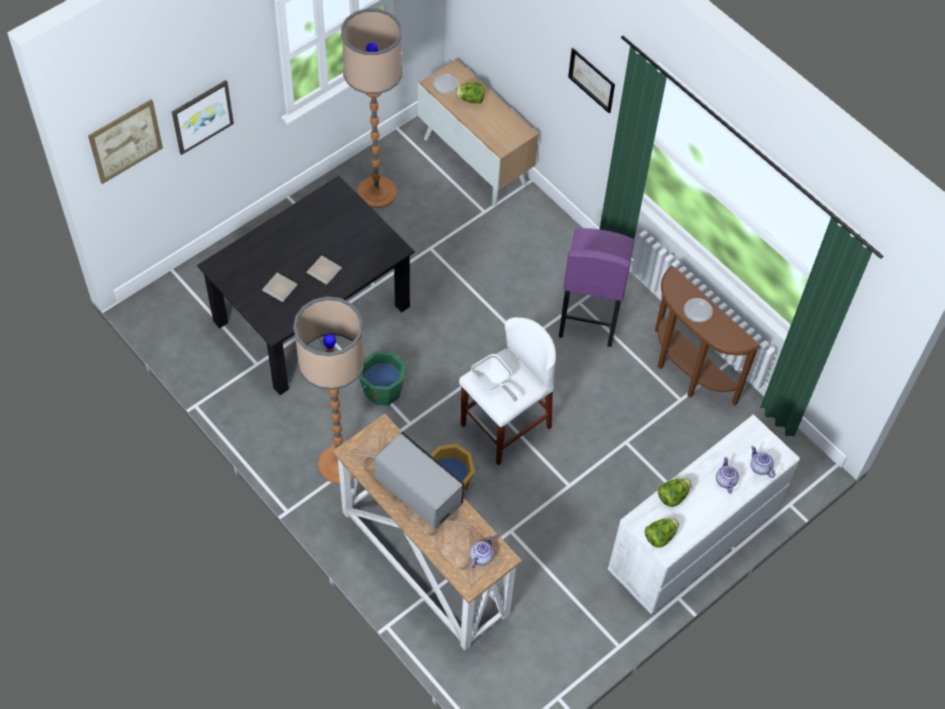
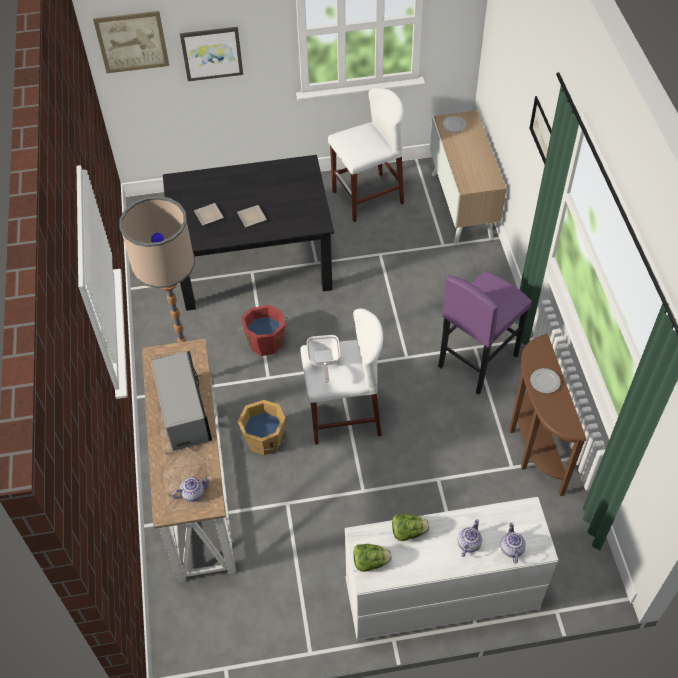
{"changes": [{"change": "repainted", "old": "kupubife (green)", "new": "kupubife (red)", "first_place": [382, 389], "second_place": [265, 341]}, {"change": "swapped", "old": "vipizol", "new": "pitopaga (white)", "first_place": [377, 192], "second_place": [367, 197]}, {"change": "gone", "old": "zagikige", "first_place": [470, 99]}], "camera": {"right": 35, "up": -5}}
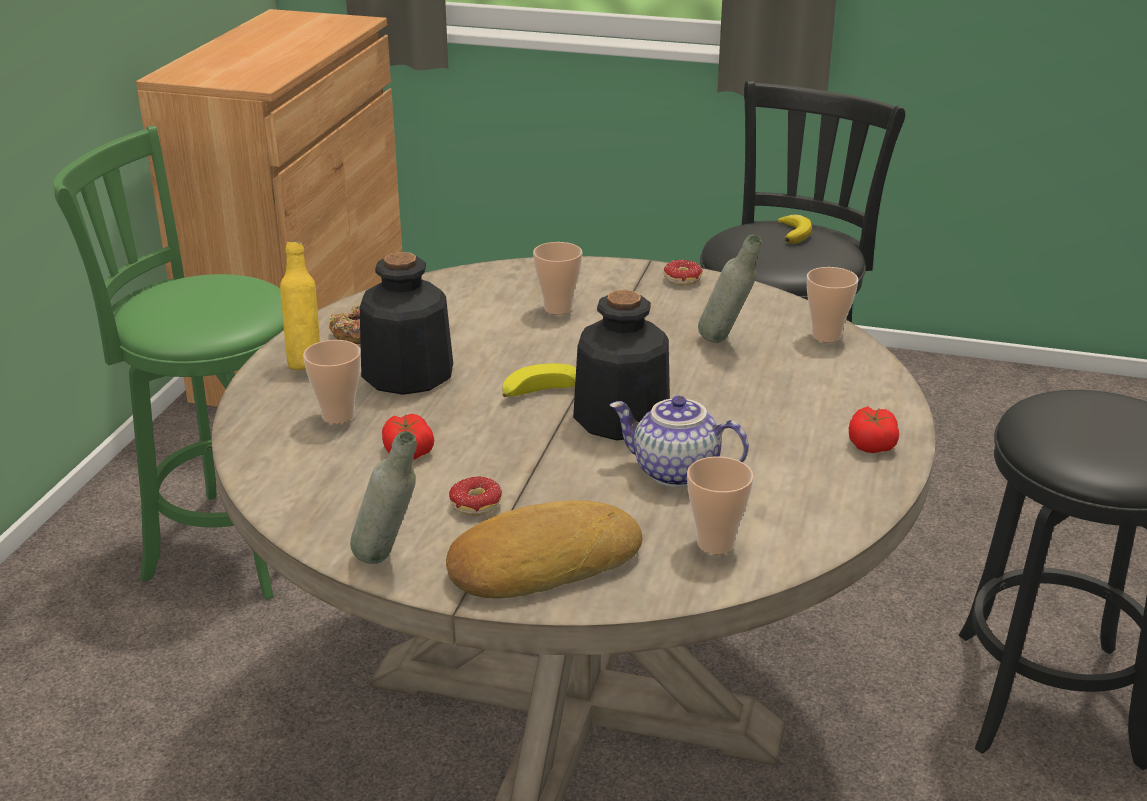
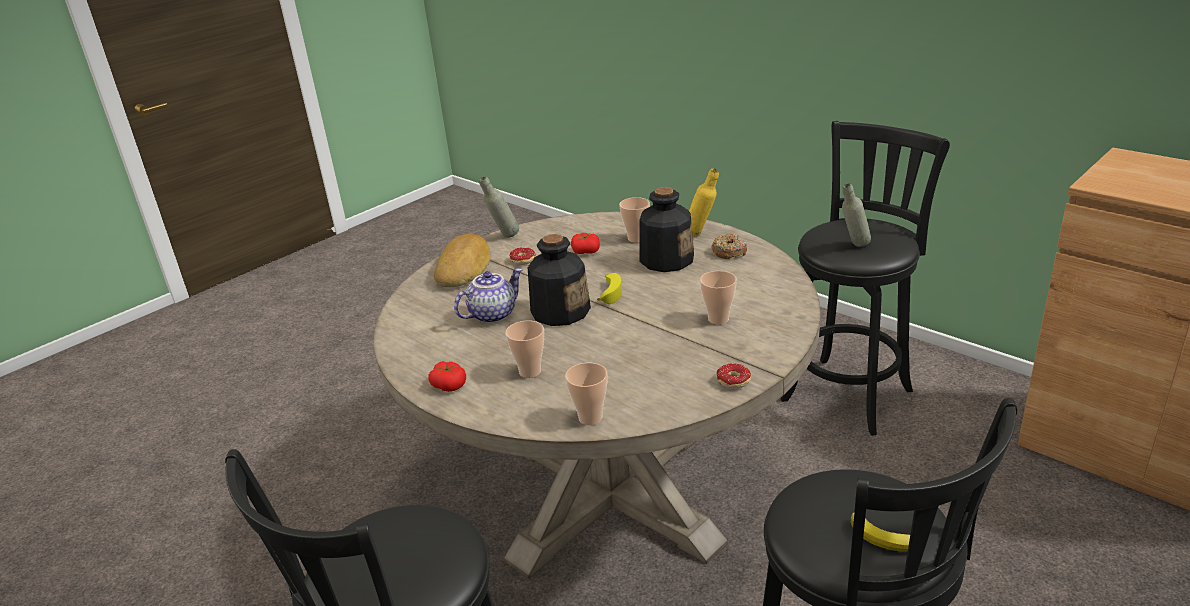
{"changes": [{"change": "shifted", "old": "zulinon", "first_place": [715, 543], "second_place": [530, 372]}, {"change": "repainted", "old": "pitopaga (green)", "new": "pitopaga (black)", "first_place": [227, 542], "second_place": [850, 392]}, {"change": "shifted", "old": "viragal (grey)", "first_place": [726, 342], "second_place": [853, 247]}], "camera": {"right": 120, "up": 0}}
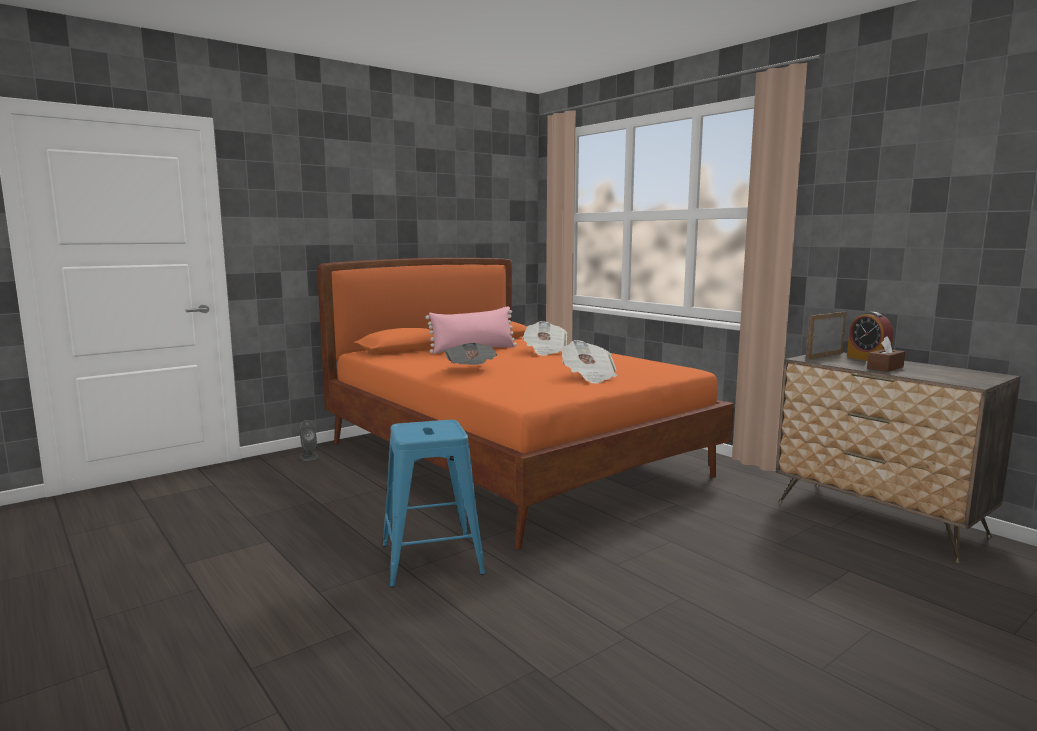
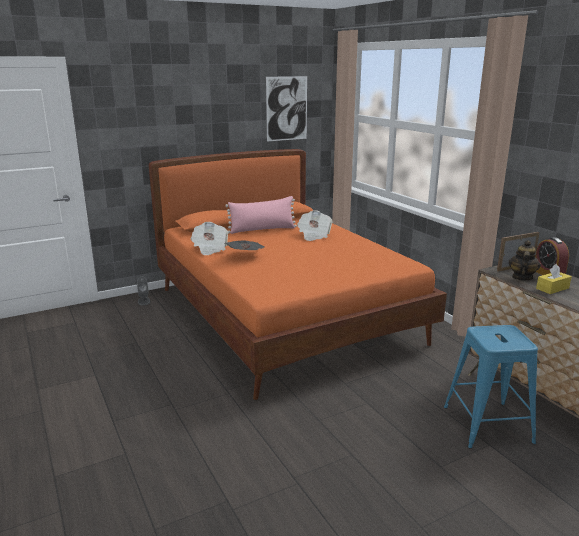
{"changes": [{"change": "shifted", "old": "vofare", "first_place": [588, 377], "second_place": [210, 248]}, {"change": "new", "new": "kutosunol", "second_place": [287, 108]}, {"change": "shifted", "old": "pitopaga (blue)", "first_place": [431, 559], "second_place": [486, 424]}, {"change": "new", "new": "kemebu", "second_place": [521, 277]}, {"change": "repainted", "old": "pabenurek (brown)", "new": "pabenurek (yellow)", "first_place": [885, 368], "second_place": [552, 288]}], "camera": {"right": 10, "up": 10}}
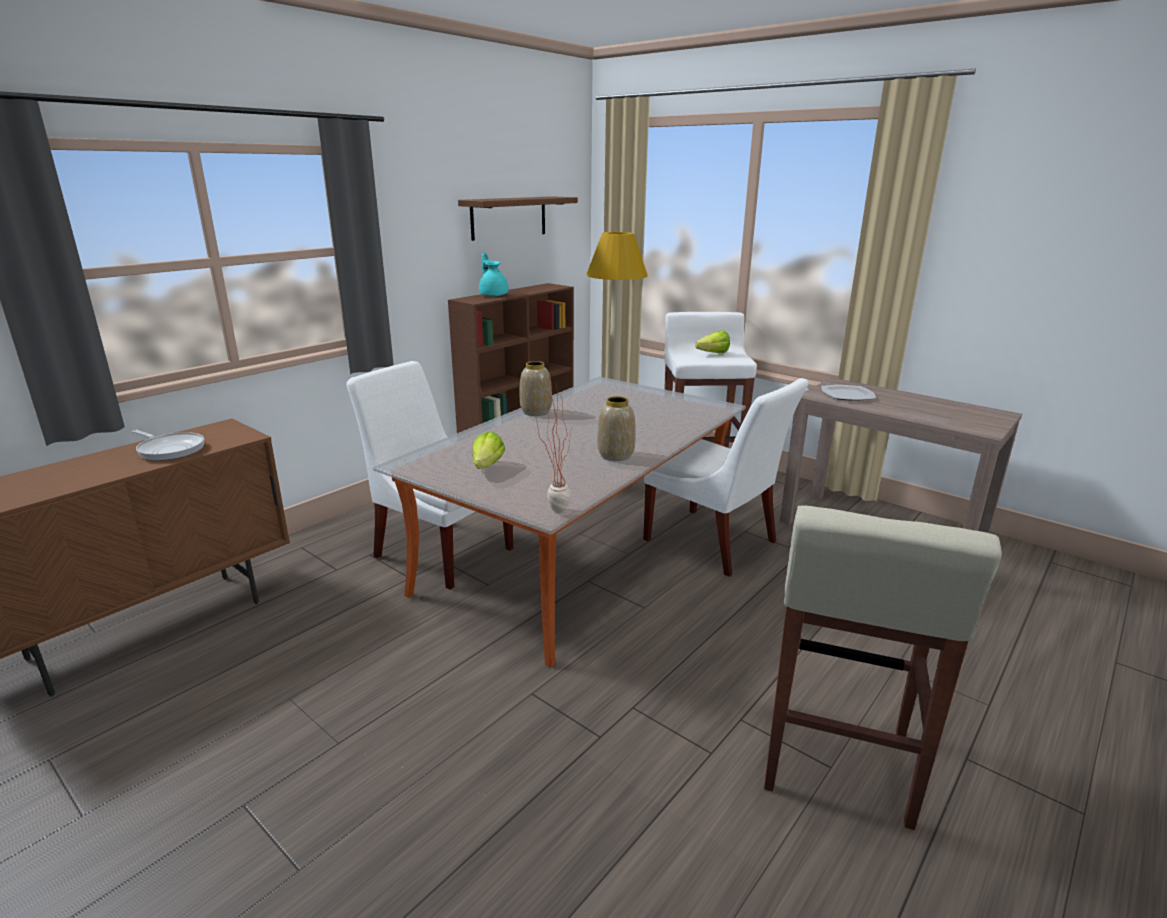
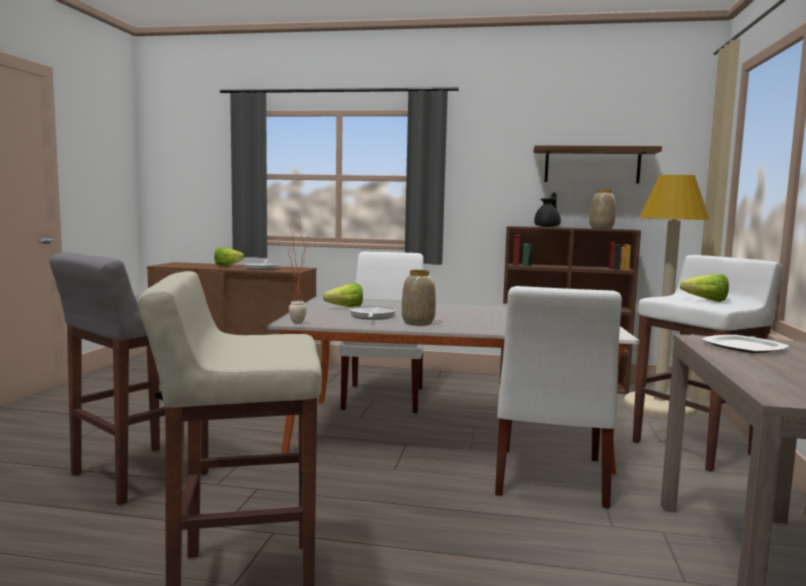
{"changes": [{"change": "new", "new": "pitopaga (grey)", "second_place": [137, 475]}, {"change": "new", "new": "zagikige", "second_place": [230, 265]}, {"change": "new", "new": "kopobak", "second_place": [372, 316]}, {"change": "repainted", "old": "kemebu (turquoise)", "new": "kemebu (black)", "first_place": [493, 295], "second_place": [548, 227]}, {"change": "shifted", "old": "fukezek", "first_place": [536, 412], "second_place": [601, 228]}], "camera": {"right": 60, "up": -15}}
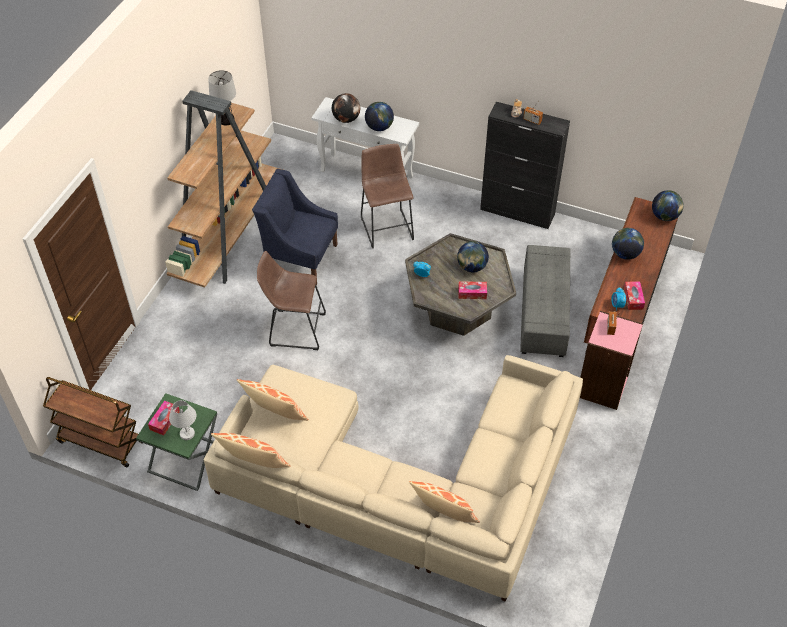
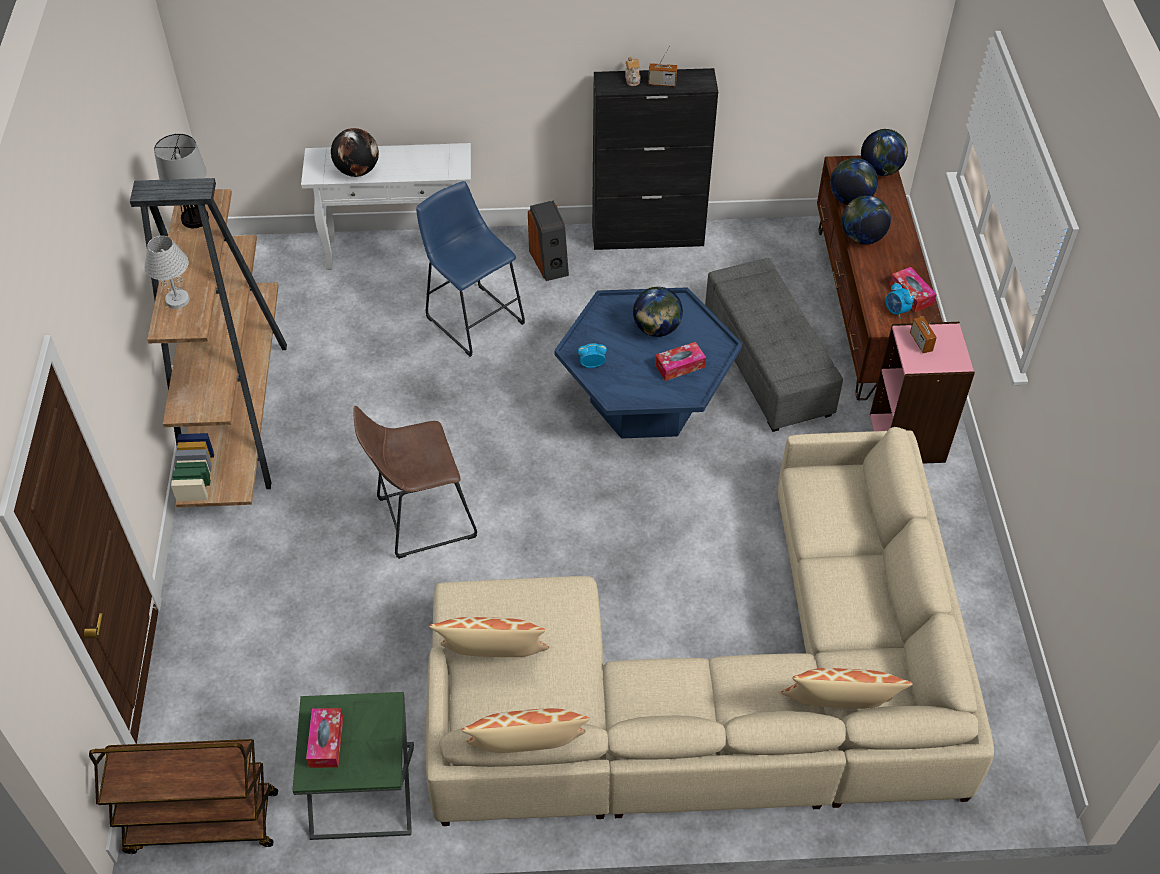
{"changes": [{"change": "shifted", "old": "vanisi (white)", "first_place": [187, 433], "second_place": [177, 300]}, {"change": "repainted", "old": "pitopaga (brown)", "new": "pitopaga (blue)", "first_place": [386, 225], "second_place": [472, 317]}, {"change": "new", "new": "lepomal", "second_place": [550, 262]}, {"change": "repainted", "old": "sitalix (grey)", "new": "sitalix (blue)", "first_place": [457, 308], "second_place": [645, 400]}, {"change": "shifted", "old": "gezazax", "first_place": [379, 127], "second_place": [850, 200]}, {"change": "gone", "old": "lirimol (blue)", "first_place": [300, 257]}], "camera": {"right": -25, "up": 0}}
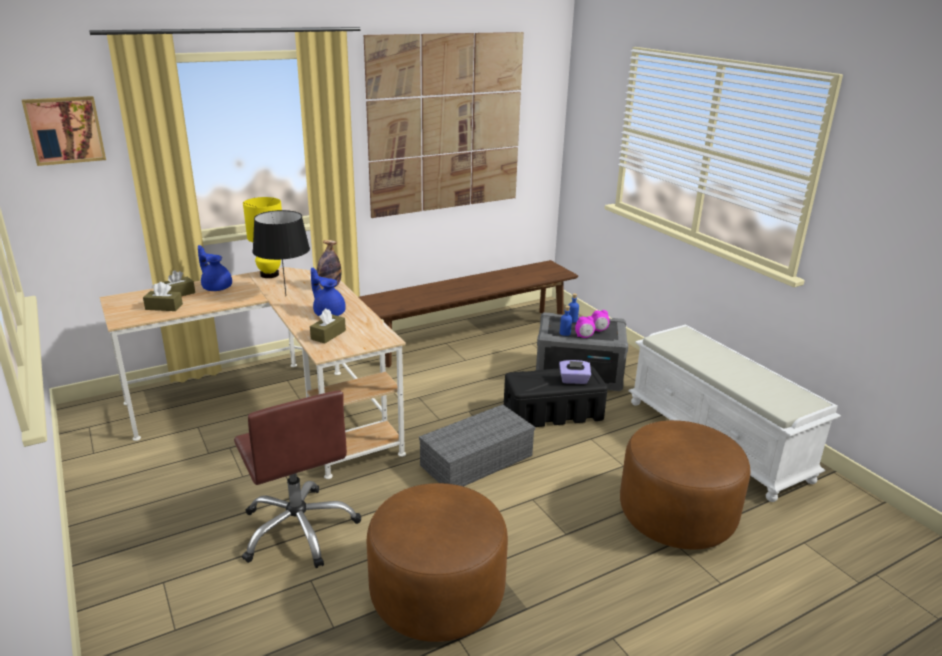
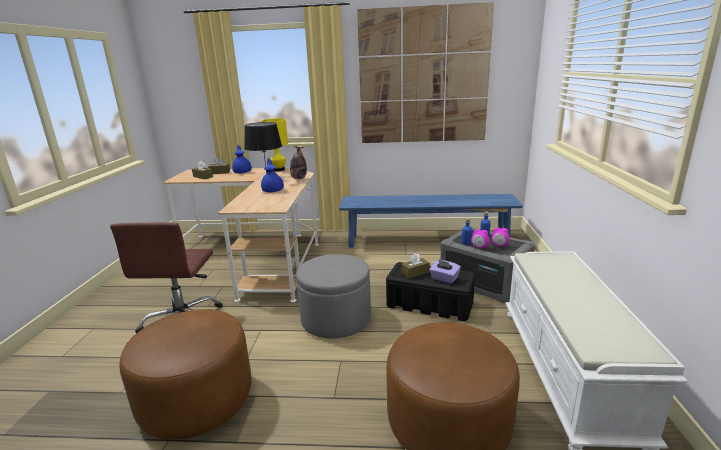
{"changes": [{"change": "swapped", "old": "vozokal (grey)", "new": "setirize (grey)", "first_place": [477, 459], "second_place": [336, 319]}, {"change": "repainted", "old": "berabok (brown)", "new": "berabok (blue)", "first_place": [471, 337], "second_place": [427, 241]}, {"change": "shifted", "old": "pabenurek (brown)", "first_place": [328, 335], "second_place": [415, 272]}, {"change": "gone", "old": "kutosunol", "first_place": [65, 130]}], "camera": {"right": 35, "up": -5}}
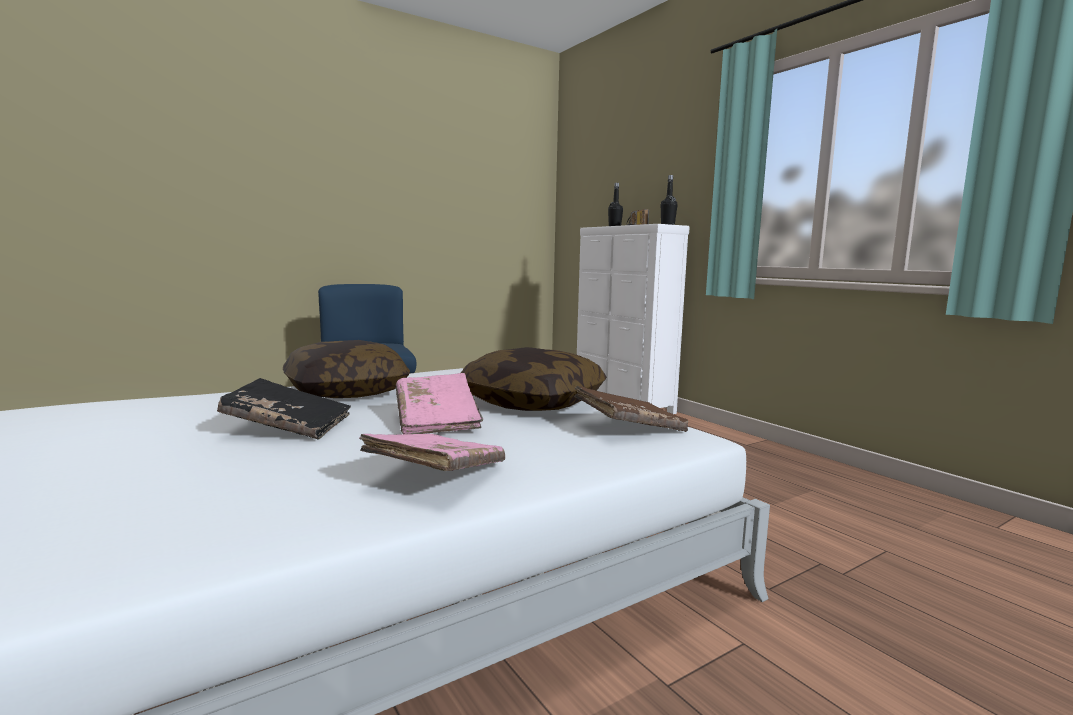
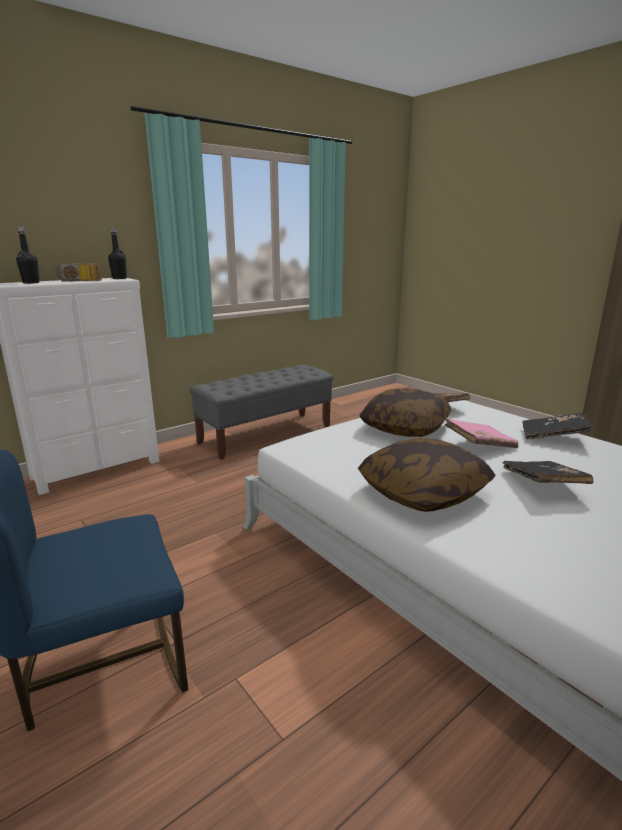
{"changes": [{"change": "new", "new": "berabok (grey)", "second_place": [266, 434]}, {"change": "repainted", "old": "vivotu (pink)", "new": "vivotu (black)", "first_place": [437, 473], "second_place": [553, 436]}], "camera": {"right": -95, "up": 10}}
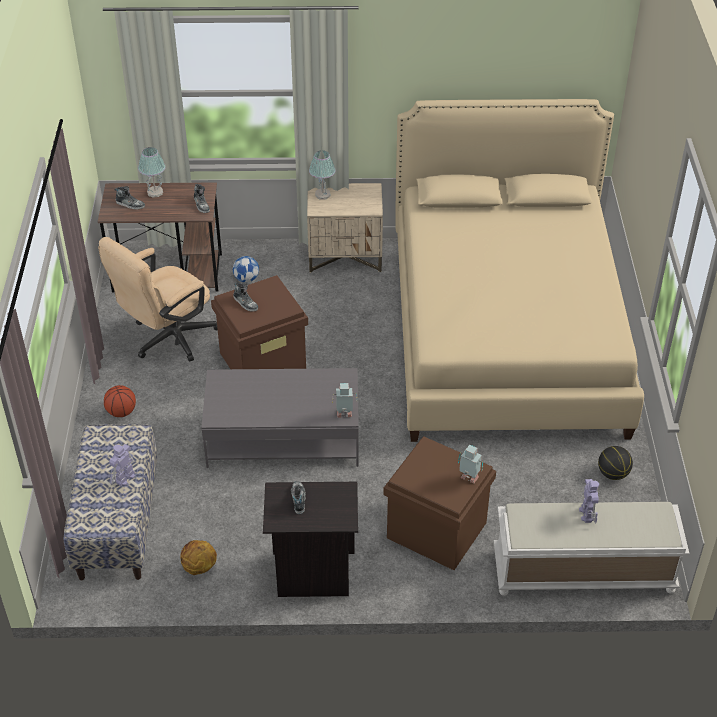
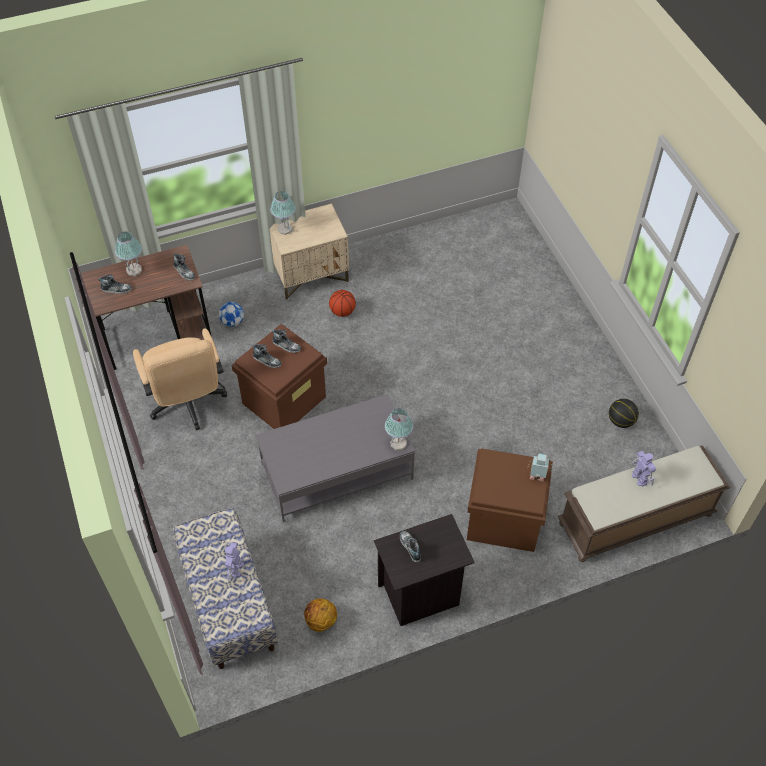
{"changes": [{"change": "rotated", "old": "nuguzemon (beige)", "first_place": [167, 339], "second_place": [188, 404], "degrees": -45}, {"change": "new", "new": "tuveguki", "second_place": [286, 346]}, {"change": "shifted", "old": "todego", "first_place": [121, 412], "second_place": [342, 311]}, {"change": "swapped", "old": "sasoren", "new": "vanisi", "first_place": [344, 415], "second_place": [398, 443]}, {"change": "repainted", "old": "berabok (white)", "new": "berabok (brown)", "first_place": [582, 572], "second_place": [635, 520]}, {"change": "gone", "old": "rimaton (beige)", "first_place": [506, 332]}], "camera": {"right": -20, "up": 10}}
